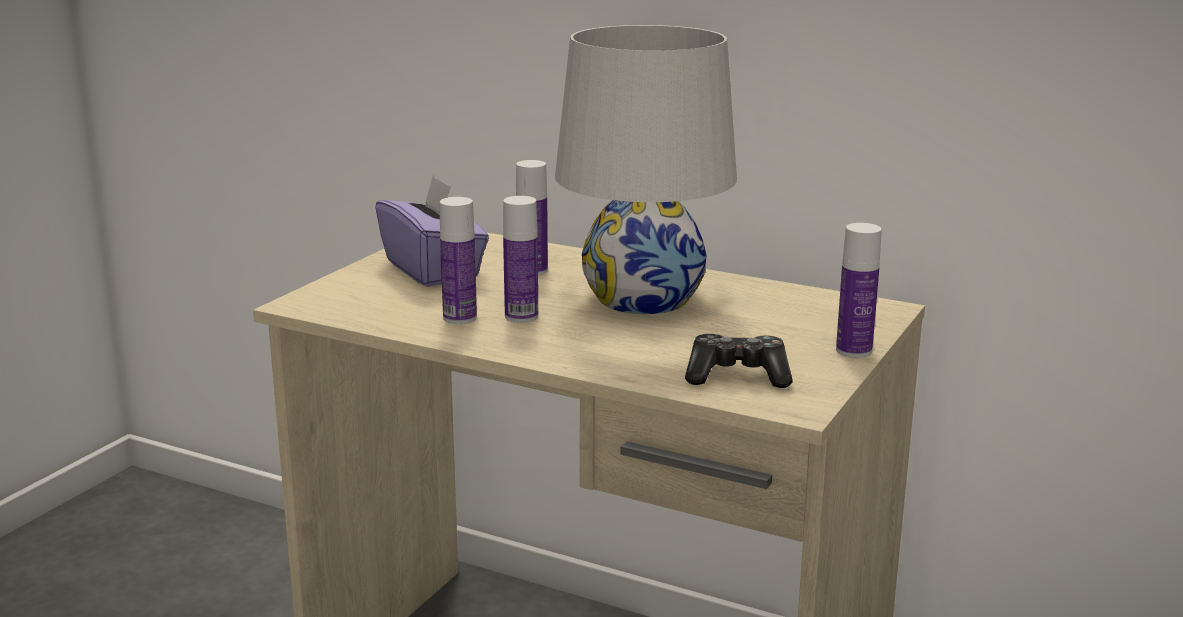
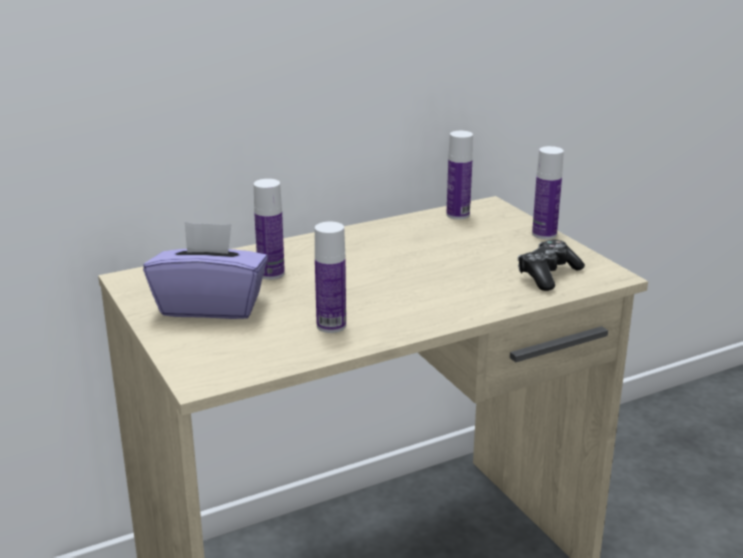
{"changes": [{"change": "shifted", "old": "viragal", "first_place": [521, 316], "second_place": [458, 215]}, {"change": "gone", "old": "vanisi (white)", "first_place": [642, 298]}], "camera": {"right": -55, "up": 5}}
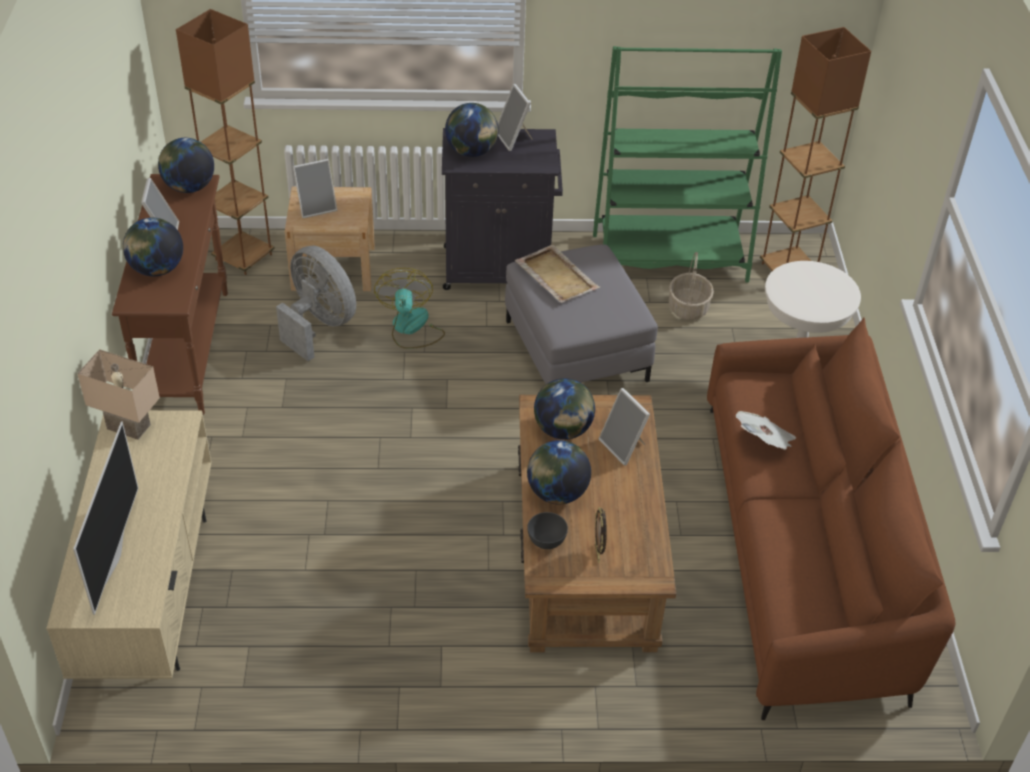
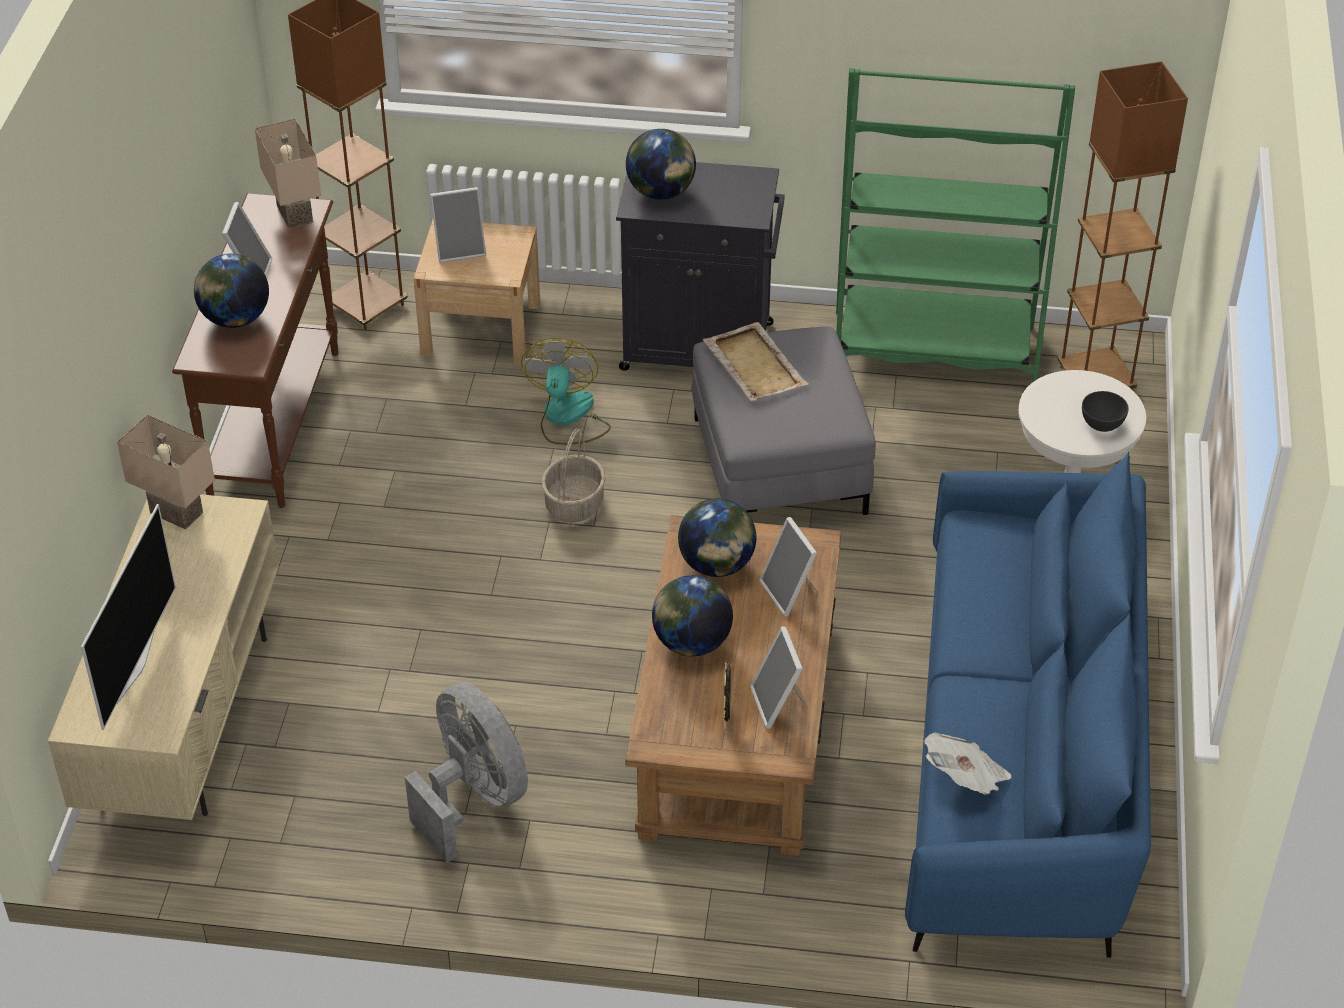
{"changes": [{"change": "swapped", "old": "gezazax", "new": "vanisi (beige)", "first_place": [189, 187], "second_place": [292, 214]}, {"change": "shifted", "old": "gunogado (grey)", "first_place": [319, 325], "second_place": [473, 798]}, {"change": "shifted", "old": "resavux", "first_place": [688, 307], "second_place": [574, 503]}, {"change": "shifted", "old": "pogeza", "first_place": [514, 139], "second_place": [779, 704]}, {"change": "repainted", "old": "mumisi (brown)", "new": "mumisi (blue)", "first_place": [806, 550], "second_place": [1023, 750]}, {"change": "shifted", "old": "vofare", "first_place": [764, 442], "second_place": [966, 779]}, {"change": "shifted", "old": "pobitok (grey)", "first_place": [546, 541], "second_place": [1102, 424]}], "camera": {"right": 10, "up": 0}}
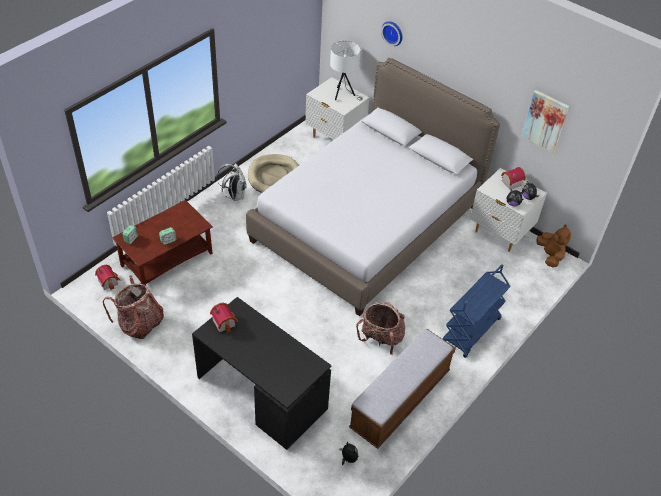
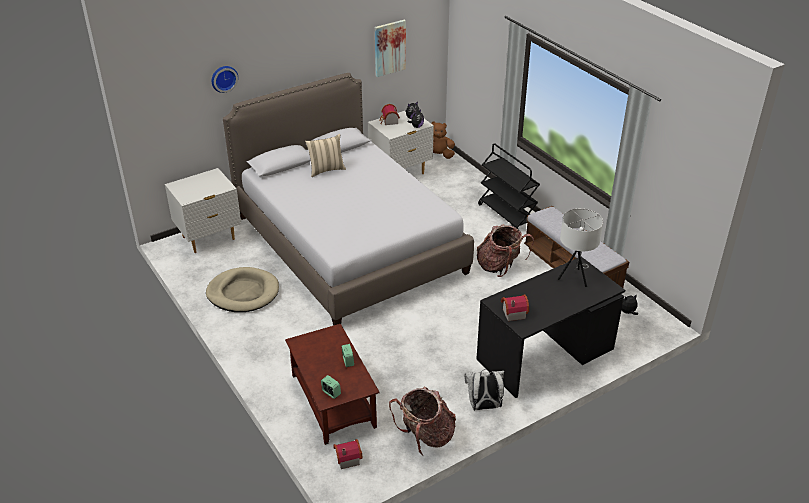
{"changes": [{"change": "new", "new": "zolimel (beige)", "second_place": [326, 170]}, {"change": "shifted", "old": "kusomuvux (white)", "first_place": [234, 195], "second_place": [483, 406]}, {"change": "repainted", "old": "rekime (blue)", "new": "rekime (black)", "first_place": [471, 331], "second_place": [507, 215]}, {"change": "shifted", "old": "vanisi (white)", "first_place": [343, 95], "second_place": [575, 278]}], "camera": {"right": -70, "up": -10}}
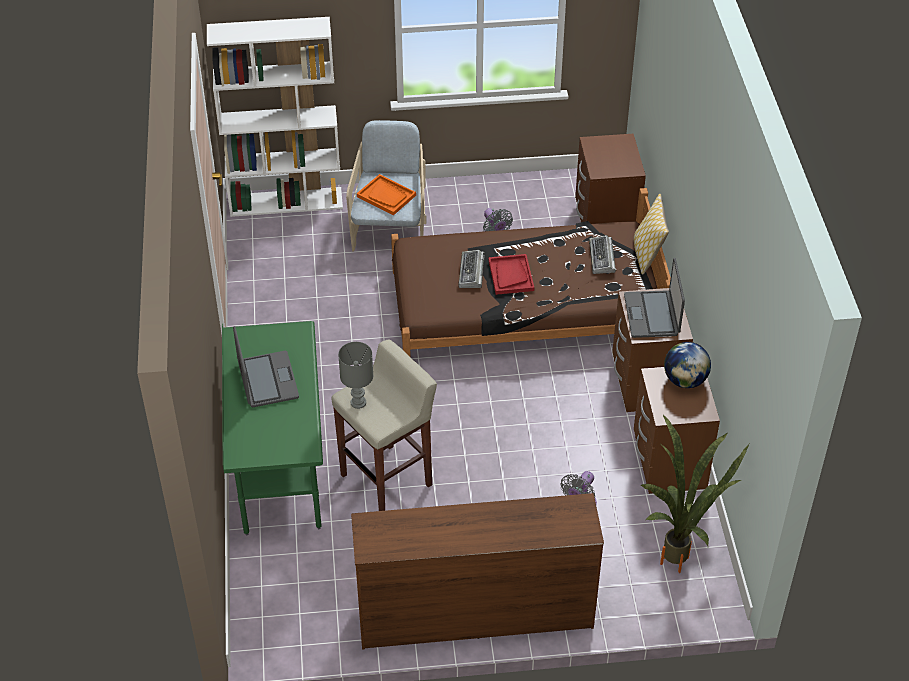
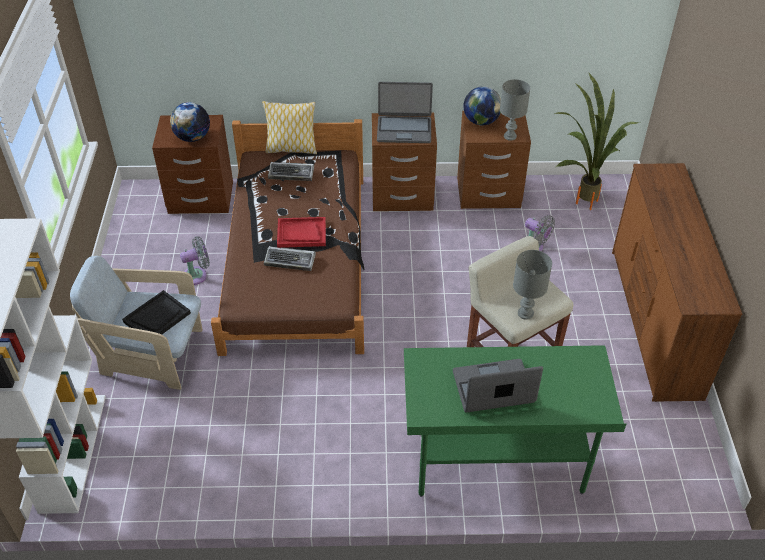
{"changes": [{"change": "repainted", "old": "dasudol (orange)", "new": "dasudol (black)", "first_place": [386, 196], "second_place": [157, 317]}, {"change": "new", "new": "gezazax", "second_place": [192, 137]}, {"change": "new", "new": "vanisi (grey)", "second_place": [510, 136]}], "camera": {"right": -85, "up": 0}}
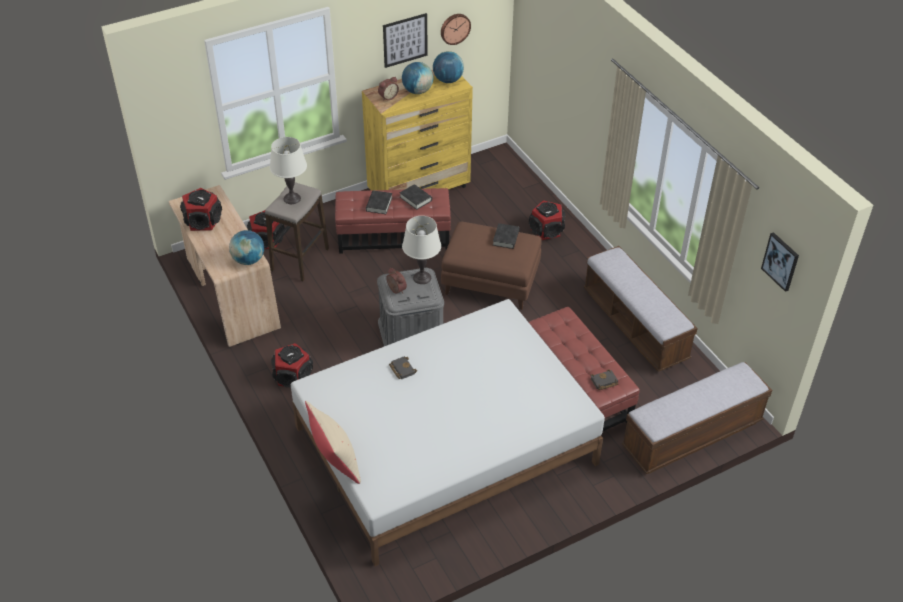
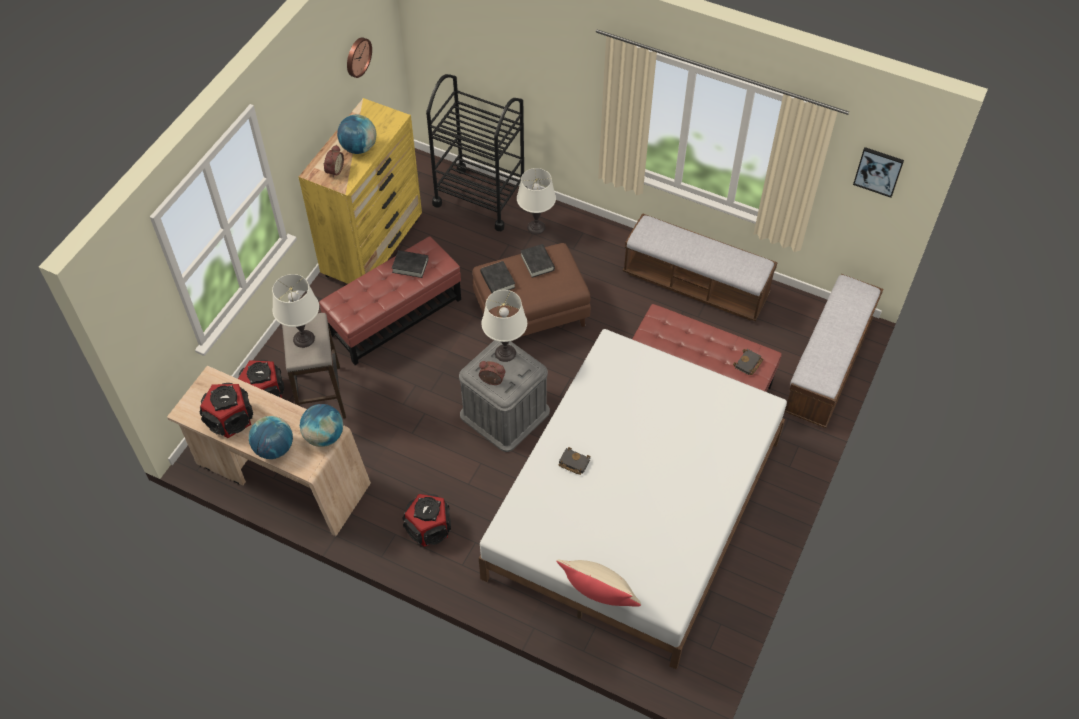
{"changes": [{"change": "shifted", "old": "gezazax", "first_place": [448, 80], "second_place": [274, 448]}, {"change": "new", "new": "rekime (black)", "second_place": [480, 198]}, {"change": "shifted", "old": "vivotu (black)", "first_place": [379, 204], "second_place": [497, 280]}, {"change": "swapped", "old": "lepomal", "new": "vanisi (white)", "first_place": [547, 230], "second_place": [536, 227]}, {"change": "gone", "old": "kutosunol", "first_place": [405, 40]}], "camera": {"right": -35, "up": 10}}
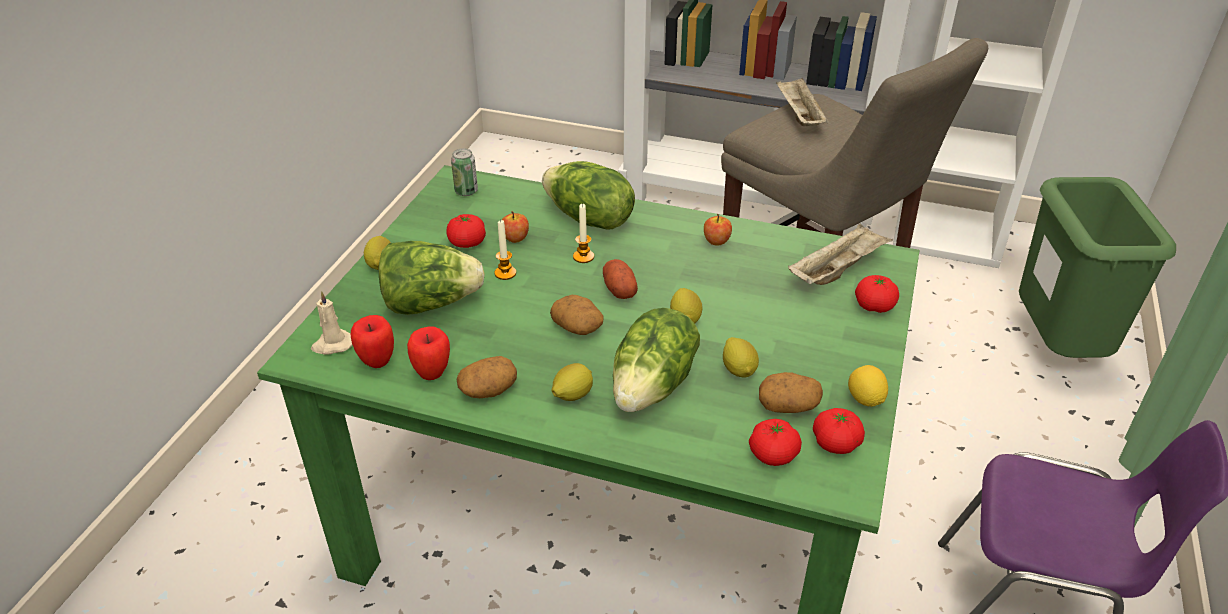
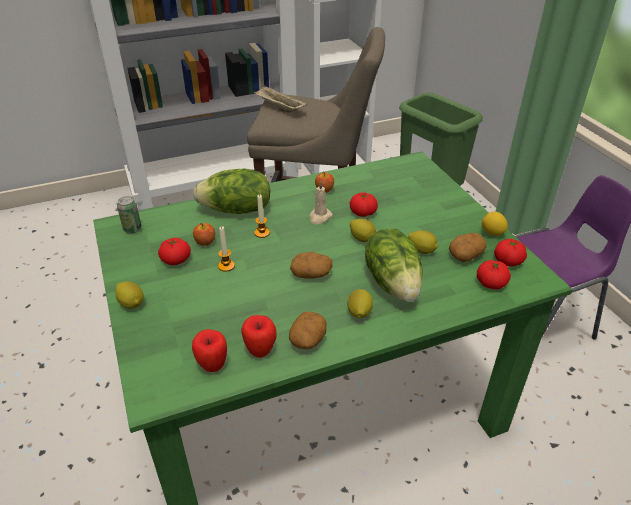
{"changes": [{"change": "shifted", "old": "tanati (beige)", "first_place": [332, 345], "second_place": [319, 217]}, {"change": "shifted", "old": "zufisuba", "first_place": [874, 306], "second_place": [363, 213]}, {"change": "gone", "old": "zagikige", "first_place": [431, 303]}, {"change": "gone", "old": "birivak", "first_place": [619, 289]}, {"change": "gone", "old": "dasudol (beige)", "first_place": [837, 270]}], "camera": {"right": -40, "up": 0}}
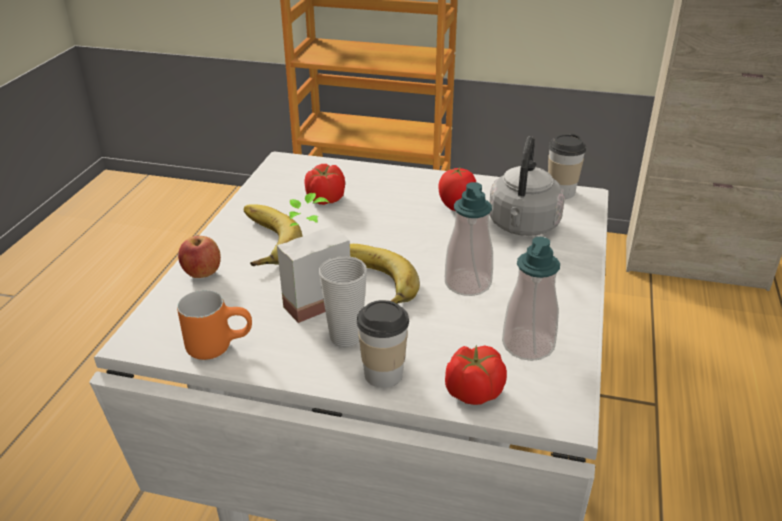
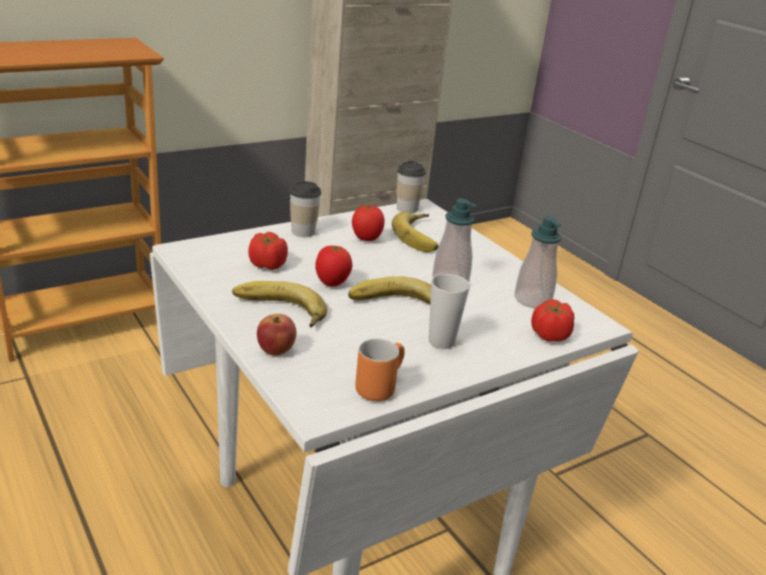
{"changes": [{"change": "shifted", "old": "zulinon", "first_place": [383, 374], "second_place": [303, 232]}, {"change": "new", "new": "zufisuba", "second_place": [332, 283]}, {"change": "swapped", "old": "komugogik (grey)", "new": "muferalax", "first_place": [523, 226], "second_place": [421, 236]}, {"change": "gone", "old": "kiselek", "first_place": [311, 297]}], "camera": {"right": -50, "up": -5}}
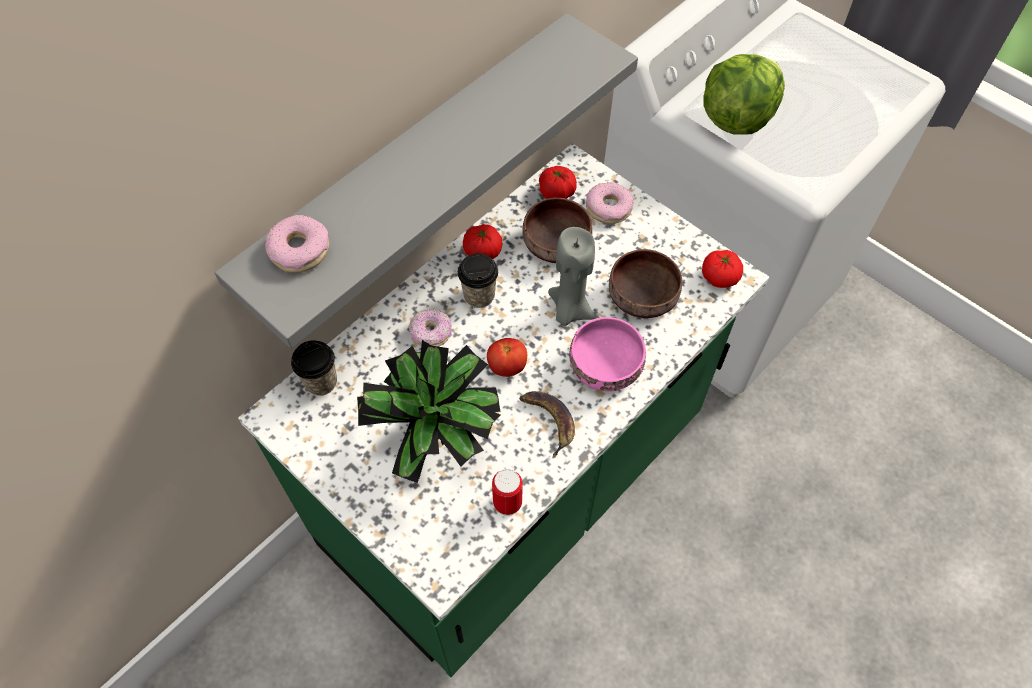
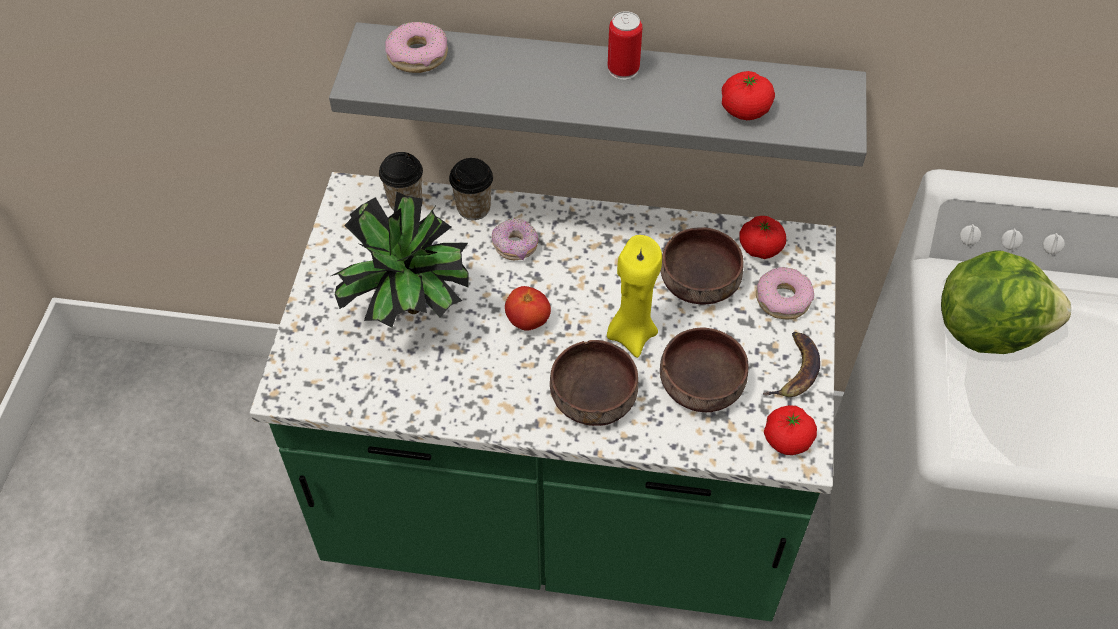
{"changes": [{"change": "shifted", "old": "zulinon", "first_place": [479, 295], "second_place": [473, 208]}, {"change": "repainted", "old": "pobitok (pink)", "new": "pobitok (brown)", "first_place": [606, 367], "second_place": [592, 399]}, {"change": "repainted", "old": "tanati (grey)", "new": "tanati (yellow)", "first_place": [569, 310], "second_place": [631, 334]}, {"change": "shifted", "old": "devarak", "first_place": [507, 502], "second_place": [623, 69]}, {"change": "shifted", "old": "zufisuba", "first_place": [483, 251], "second_place": [745, 109]}, {"change": "shifted", "old": "muferalax", "first_place": [548, 421], "second_place": [794, 369]}], "camera": {"right": 55, "up": -5}}
